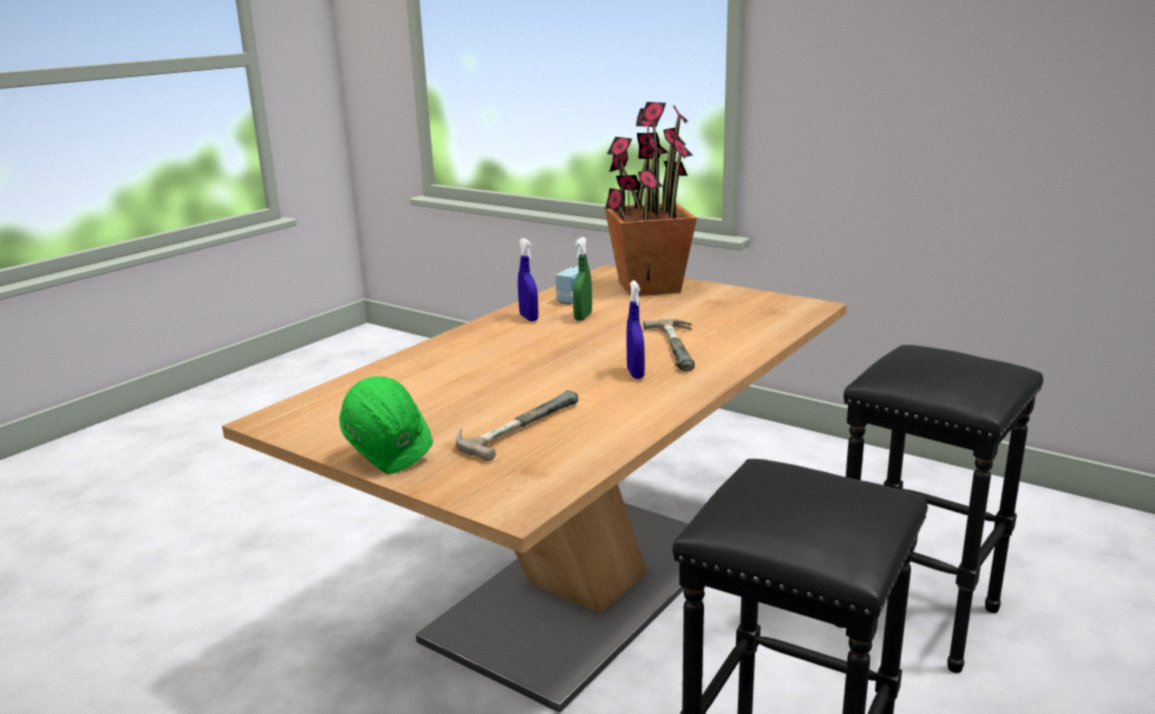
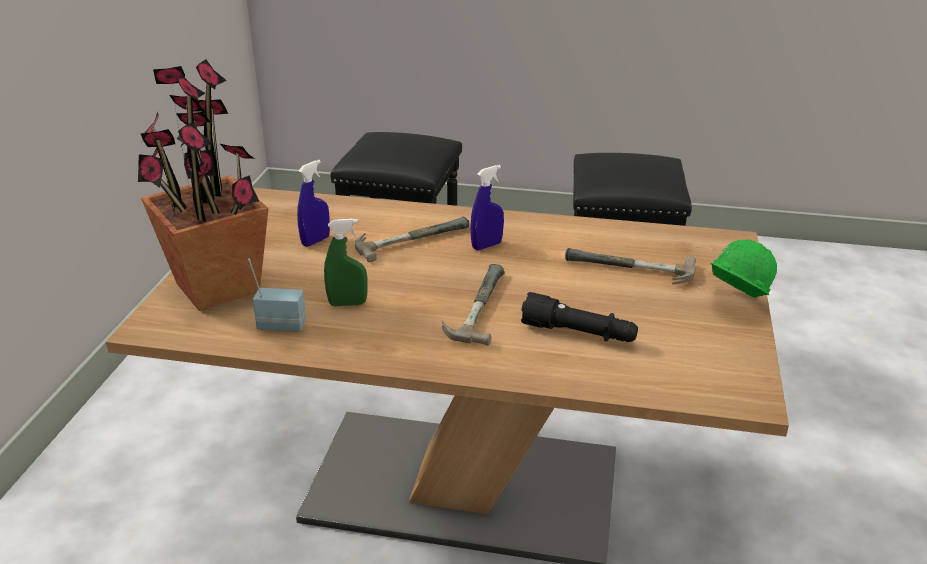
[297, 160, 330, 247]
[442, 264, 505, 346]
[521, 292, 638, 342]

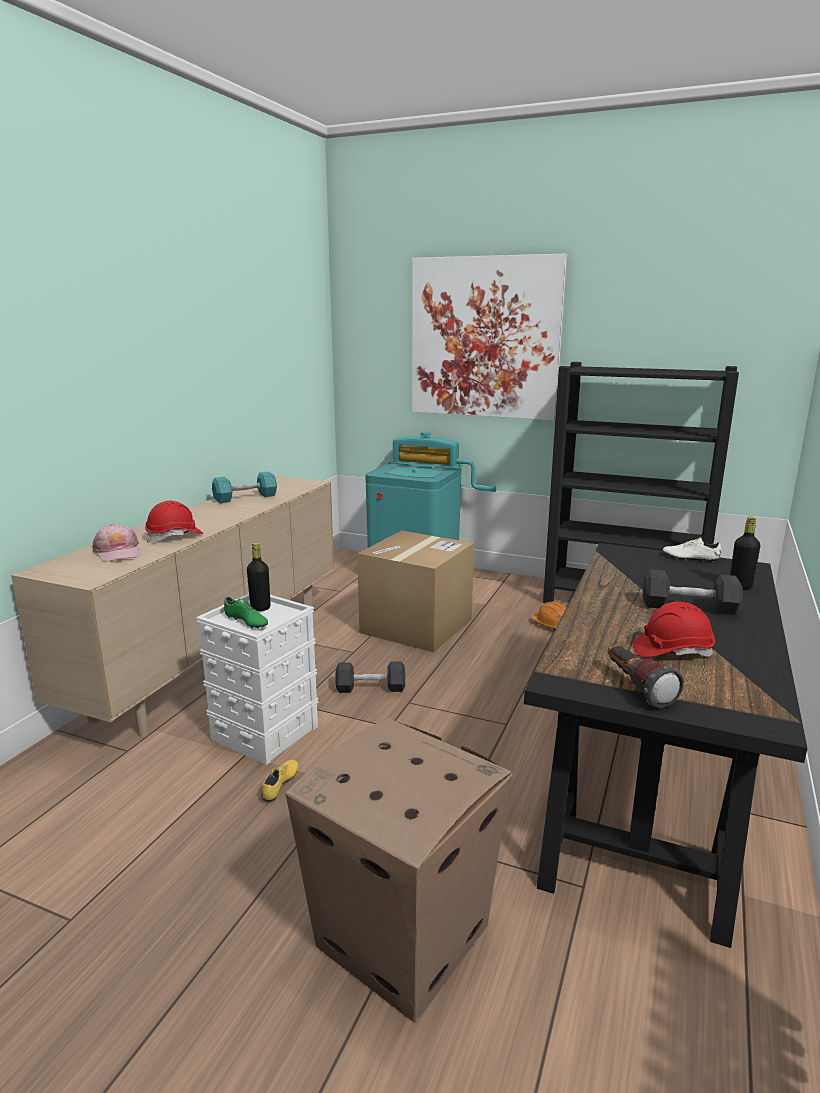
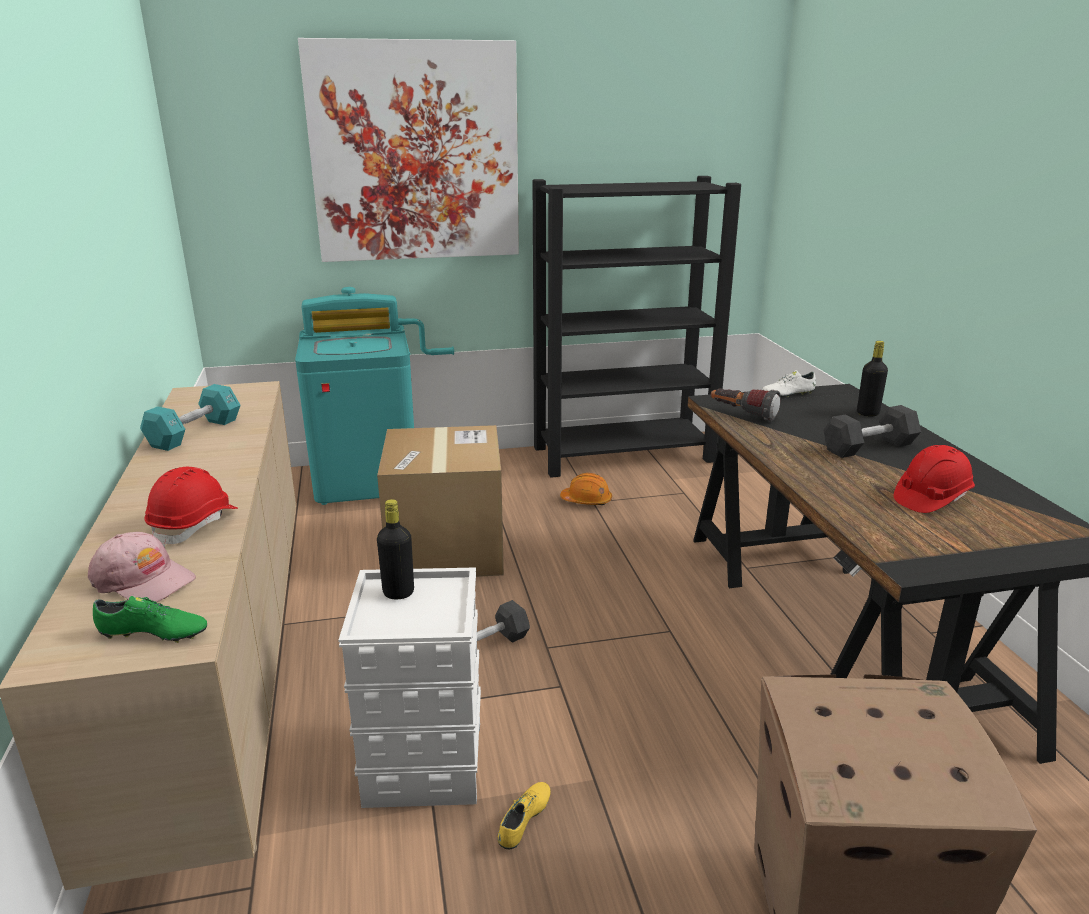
[93, 596, 207, 643]
[711, 388, 781, 421]
[498, 782, 551, 850]

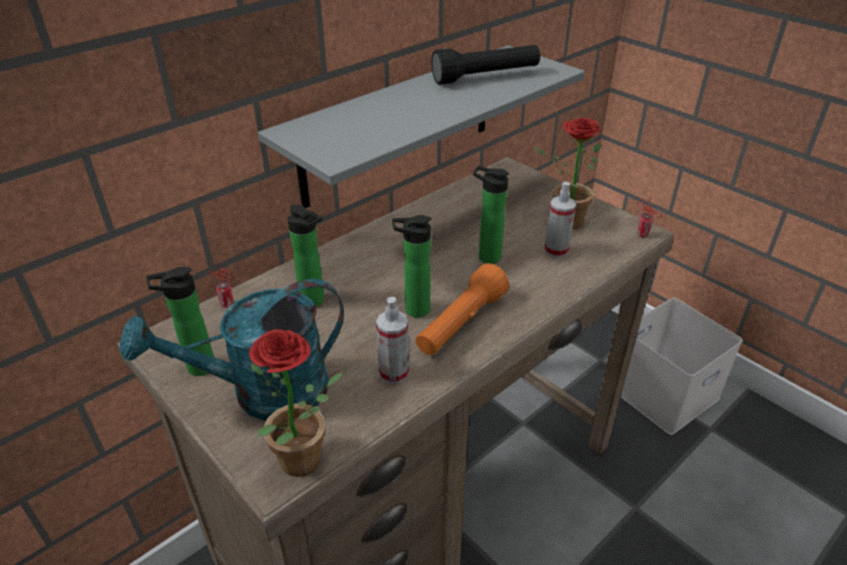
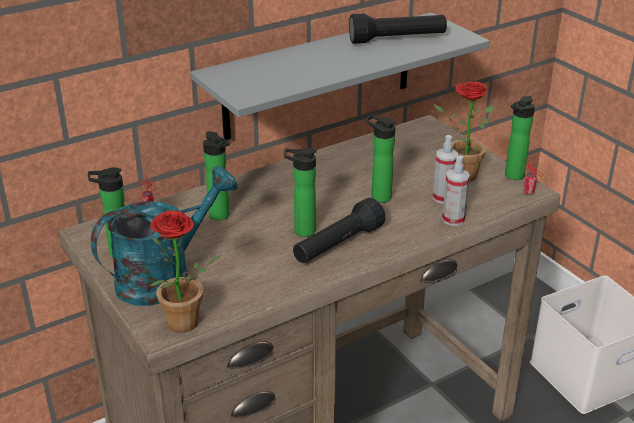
[293, 198, 386, 263]
[91, 166, 238, 306]
[442, 155, 470, 226]
[505, 96, 535, 180]

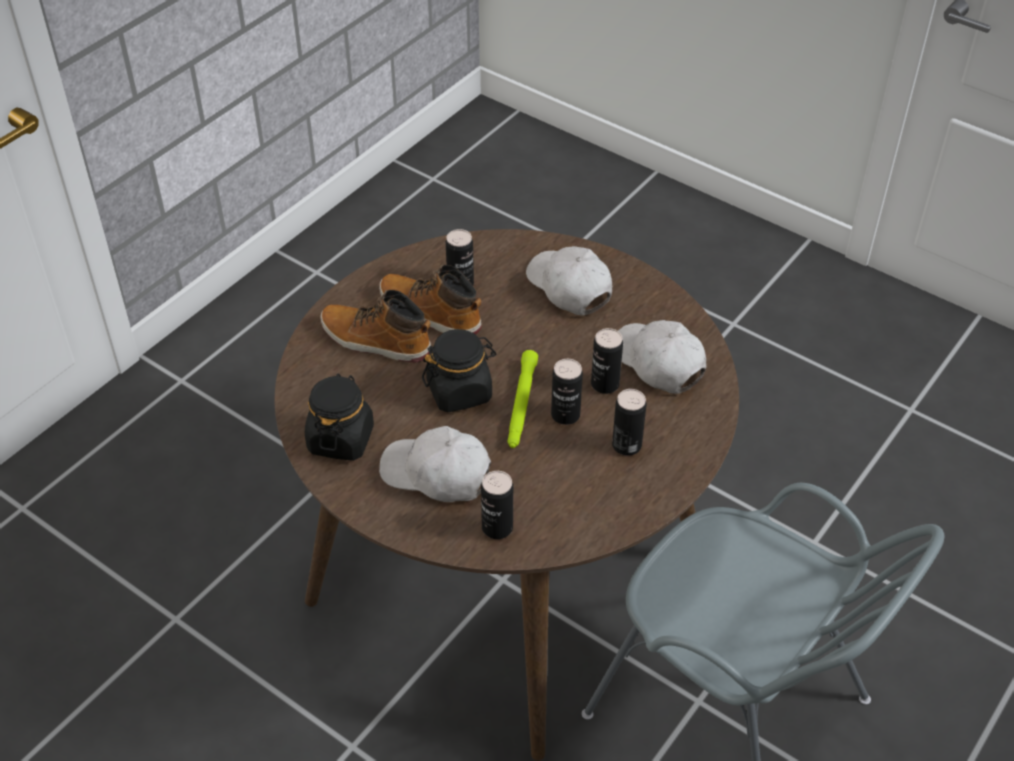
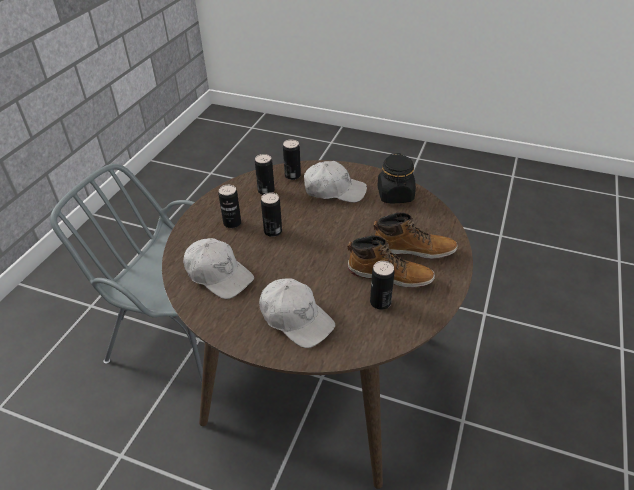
[255, 154, 275, 195]
[422, 329, 497, 413] (first image)
[508, 350, 538, 448] (first image)

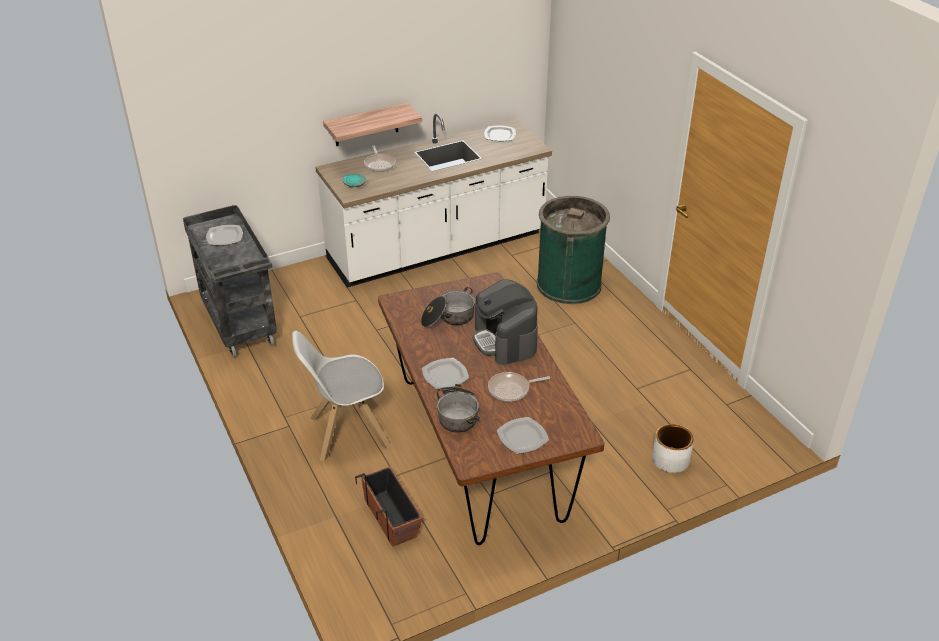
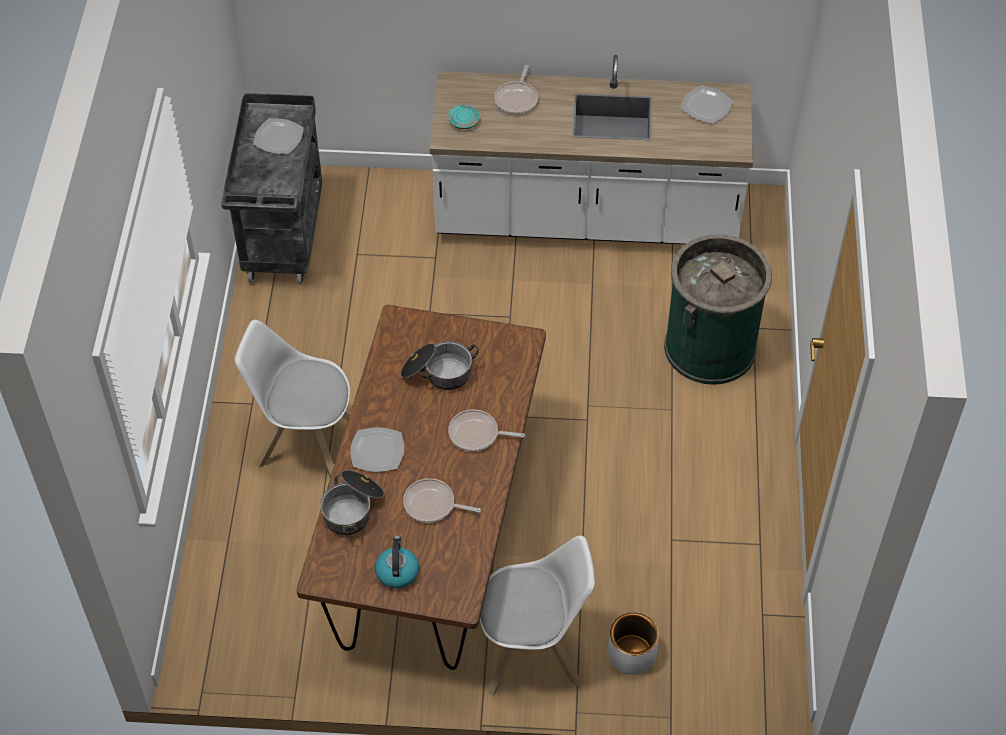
[323, 102, 422, 146] (first image)
[448, 409, 525, 452]
[375, 536, 419, 589]
[355, 467, 423, 547] (first image)
[479, 536, 595, 696]

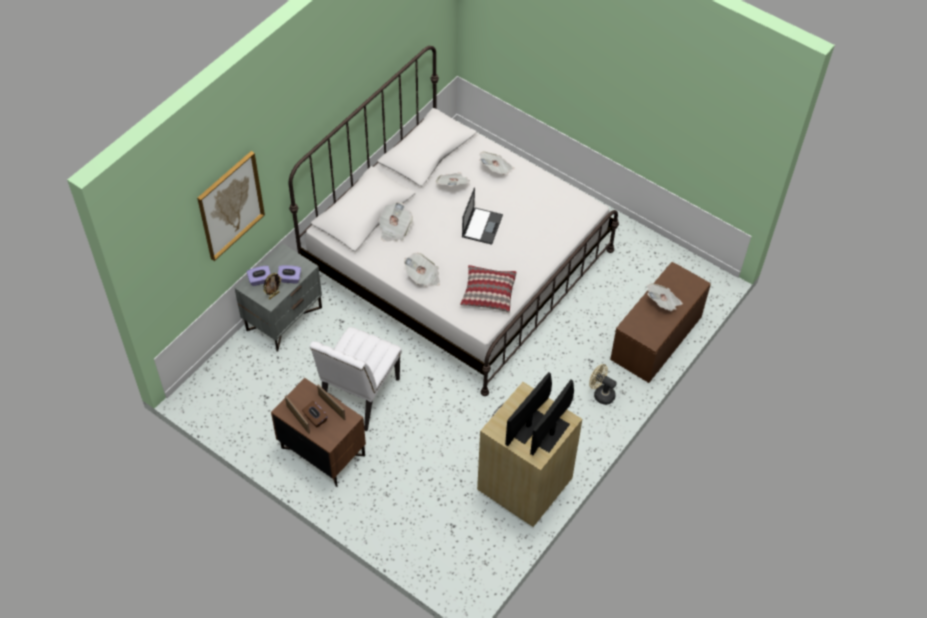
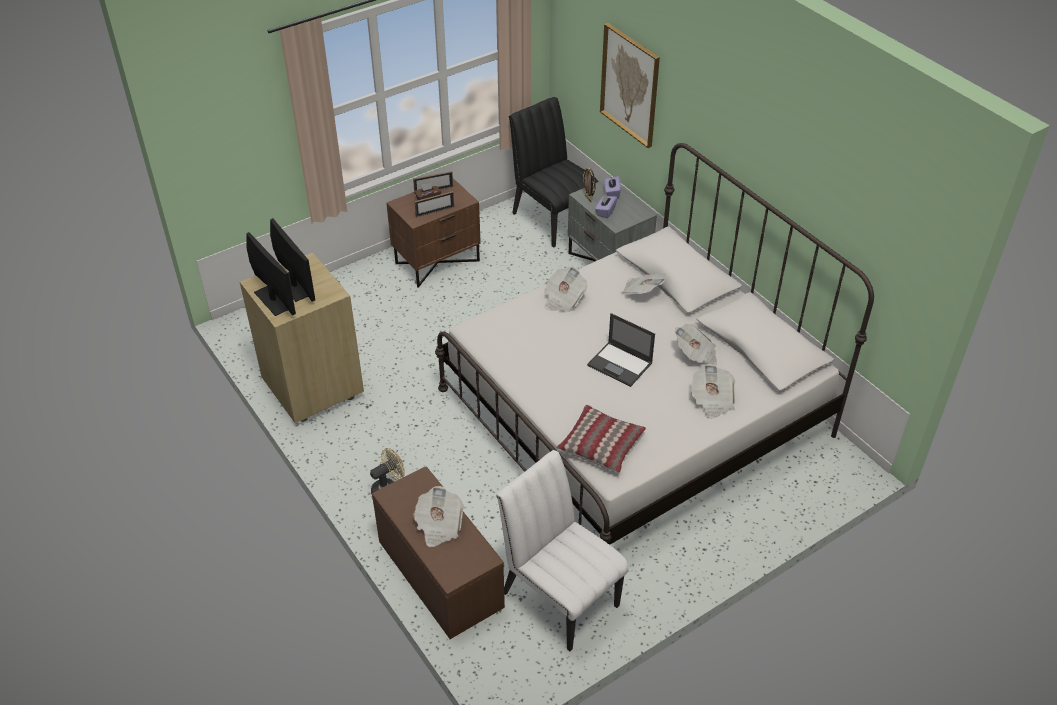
[556, 405, 646, 473]
[496, 450, 628, 651]
[509, 97, 599, 248]

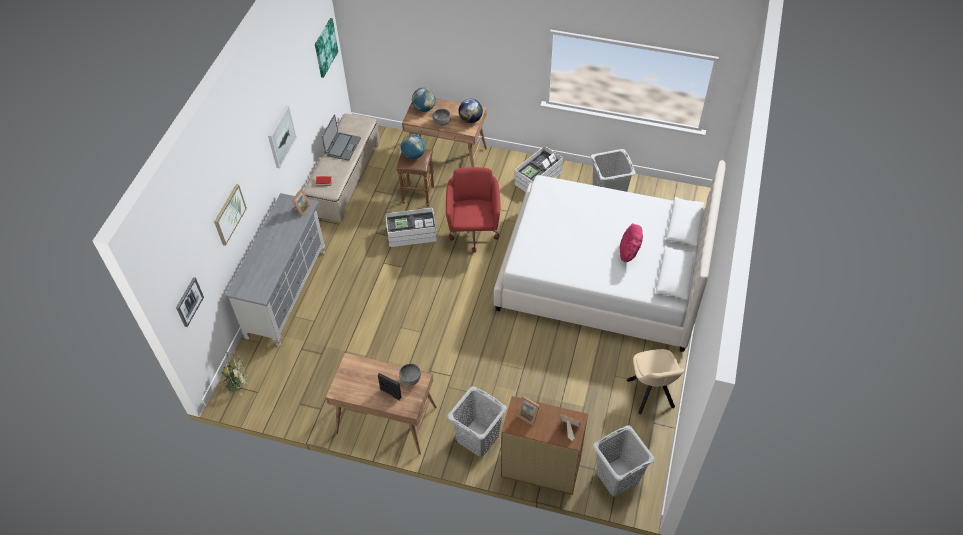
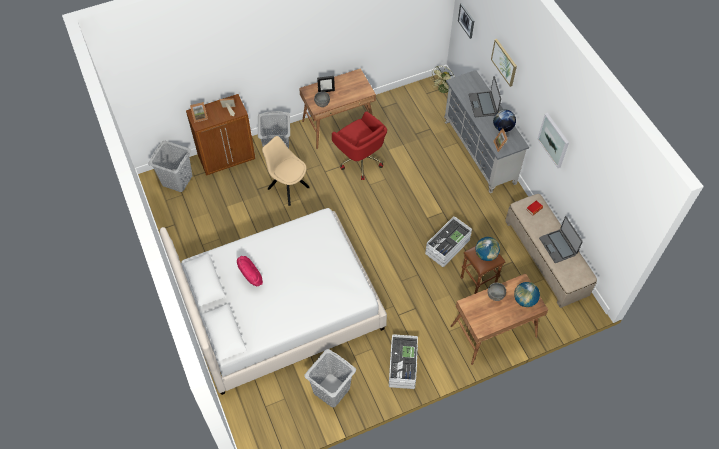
[315, 18, 338, 78] (first image)
[493, 109, 516, 132]
[332, 111, 387, 180]
[262, 136, 309, 206]
[469, 76, 501, 117]

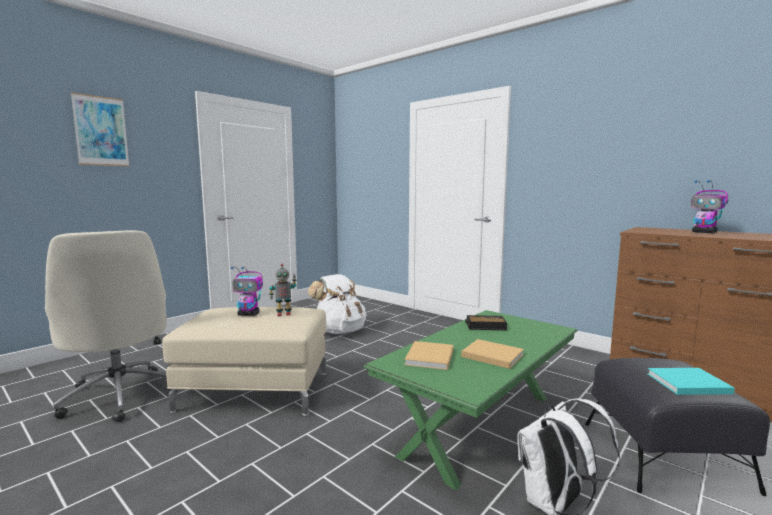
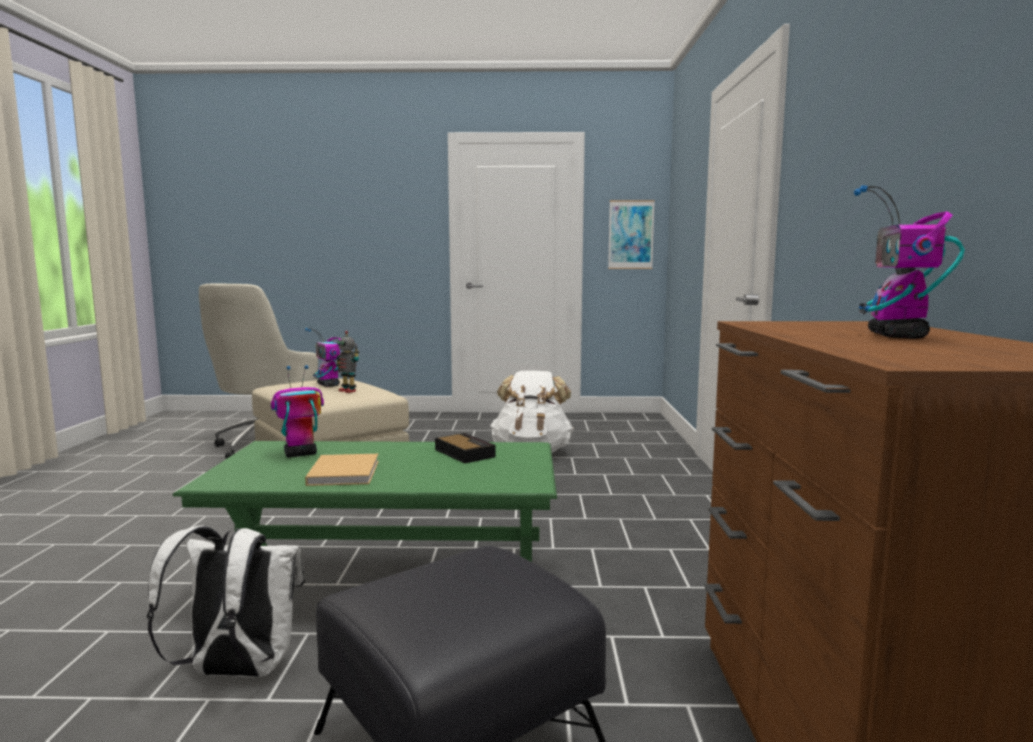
[608, 200, 655, 269]
[271, 365, 324, 457]
[647, 368, 735, 395] (first image)

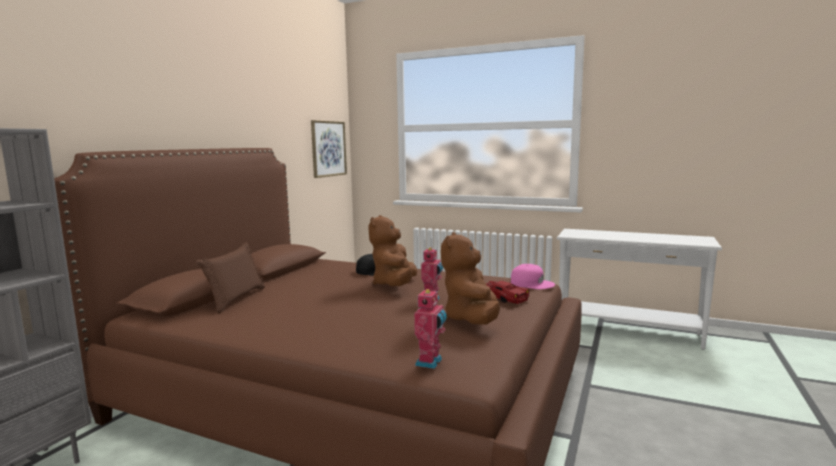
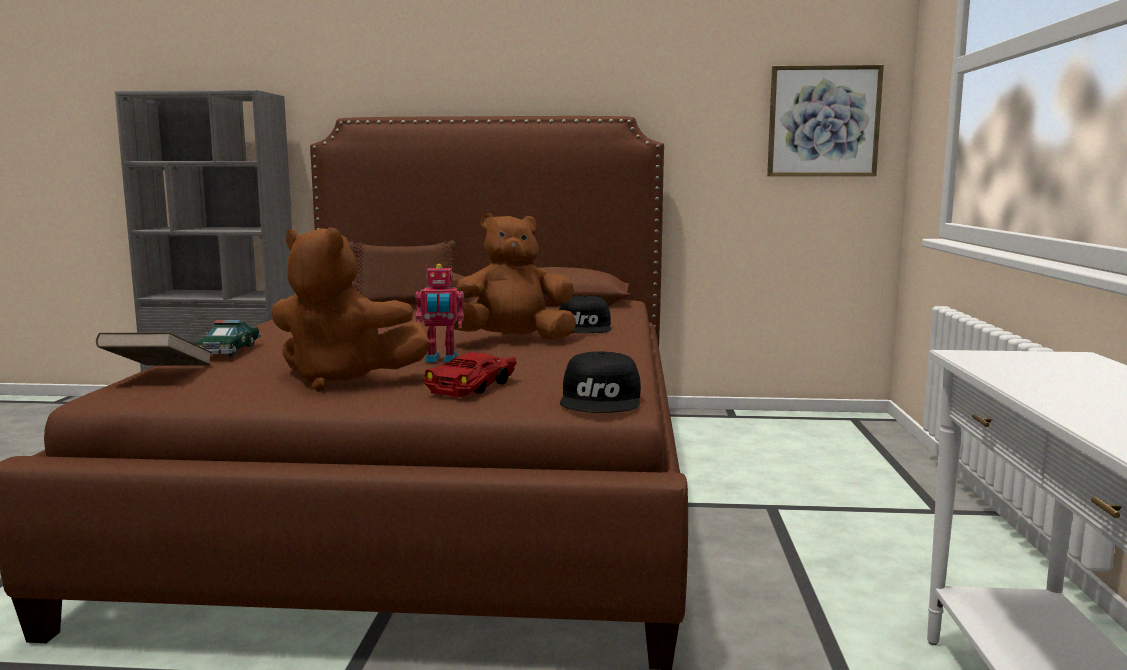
[271, 227, 430, 392]
[560, 351, 641, 413]
[96, 333, 212, 365]
[195, 320, 261, 357]

